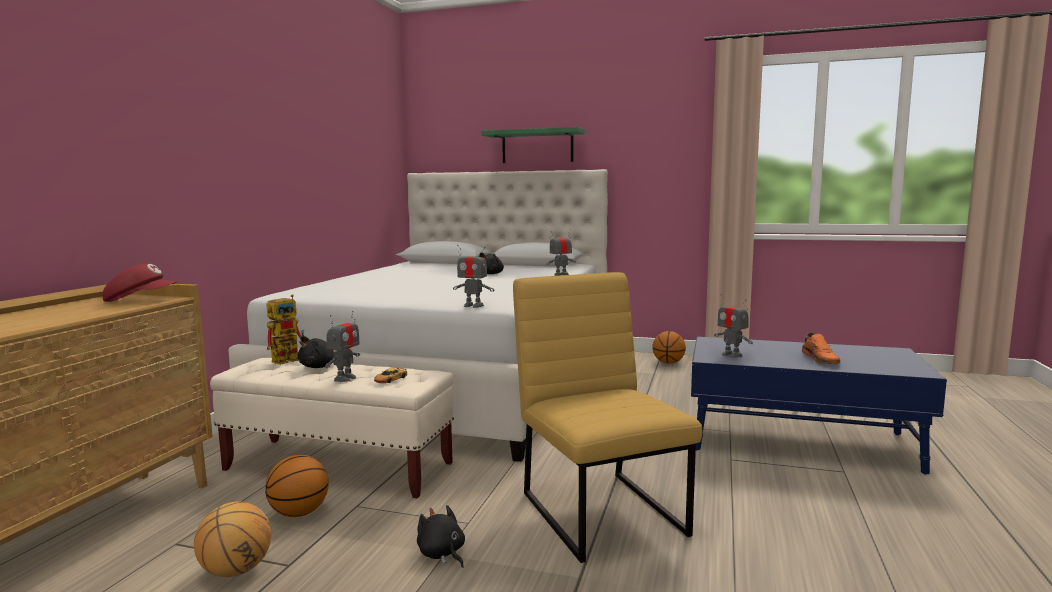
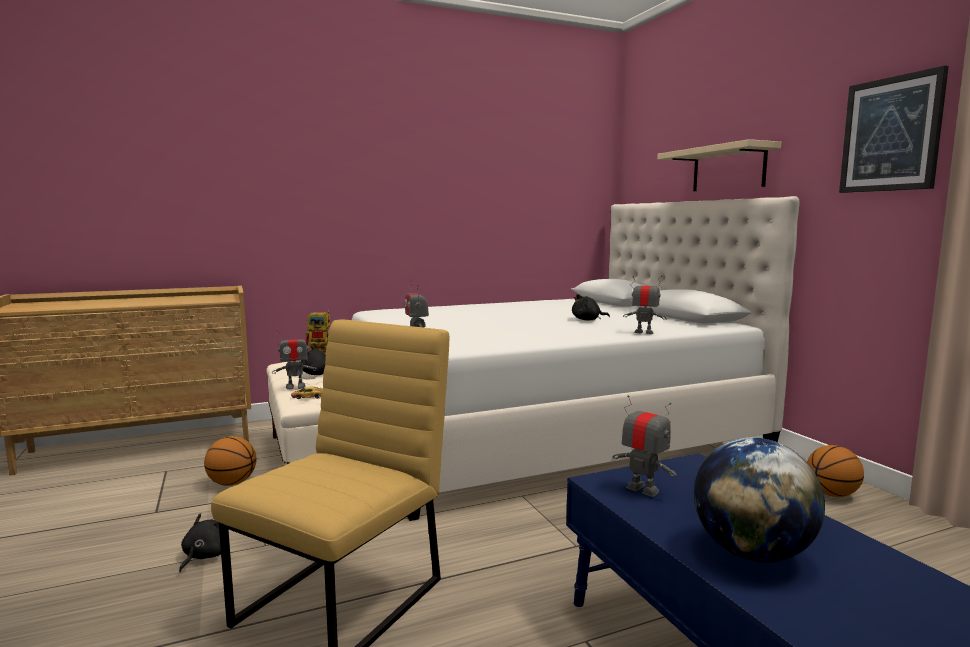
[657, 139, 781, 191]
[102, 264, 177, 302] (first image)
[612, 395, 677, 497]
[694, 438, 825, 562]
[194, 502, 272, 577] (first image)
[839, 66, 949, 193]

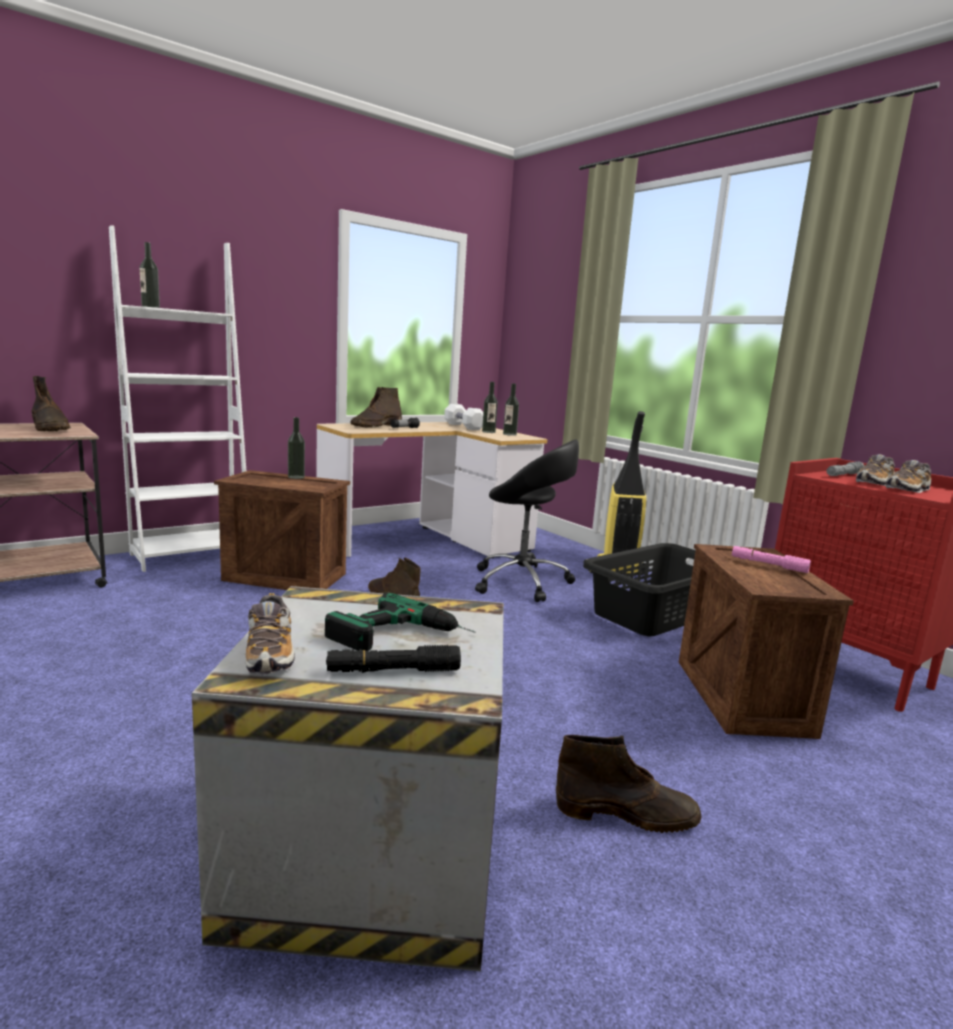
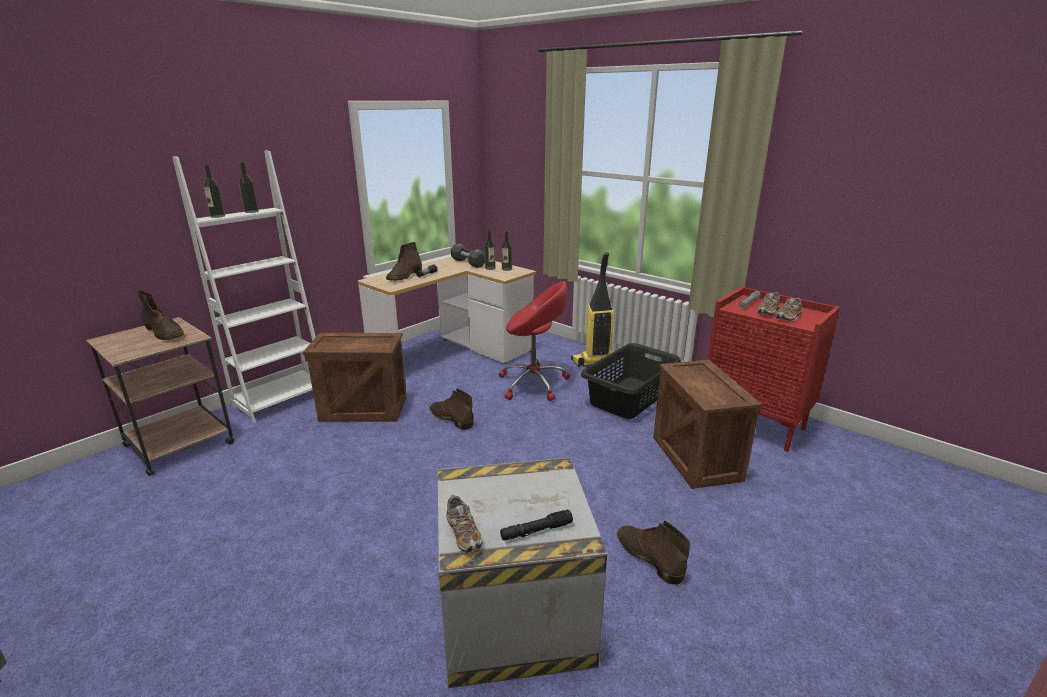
[451, 244, 485, 268]
[239, 162, 259, 213]
[499, 281, 570, 401]
[732, 546, 811, 573] (first image)
[325, 592, 476, 651] (first image)
[617, 520, 690, 585]

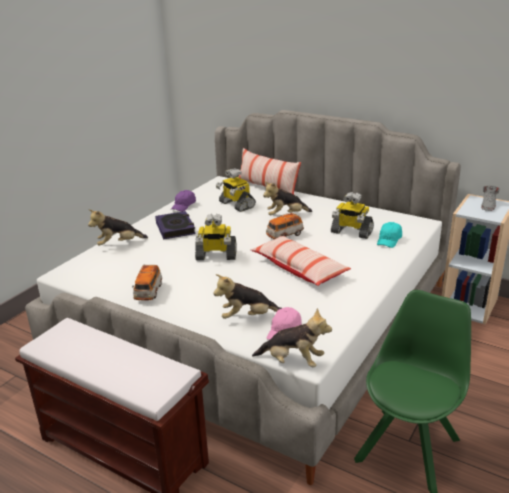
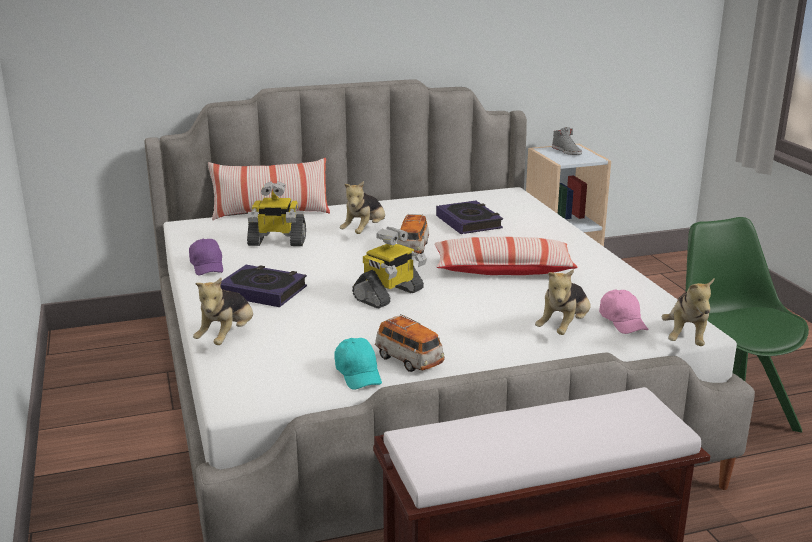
[436, 201, 503, 234]
[334, 338, 382, 390]
[662, 279, 714, 346]

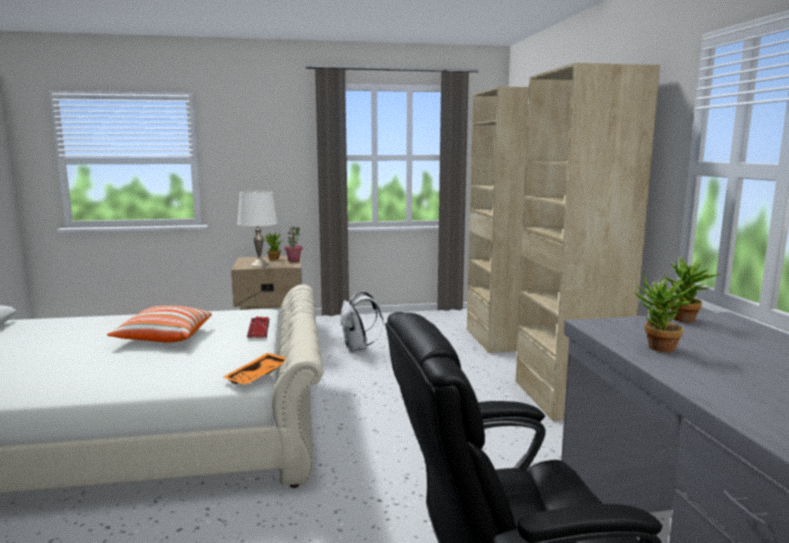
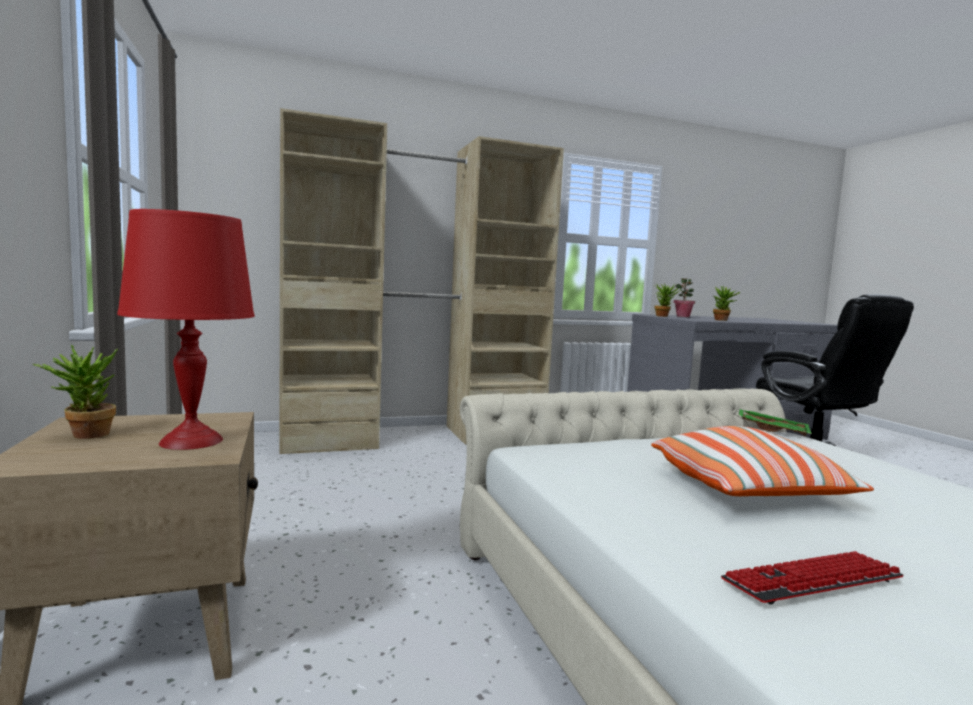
[117, 209, 255, 450]
[674, 278, 695, 317]
[340, 291, 383, 351] (first image)
[721, 551, 904, 605]
[739, 409, 812, 436]

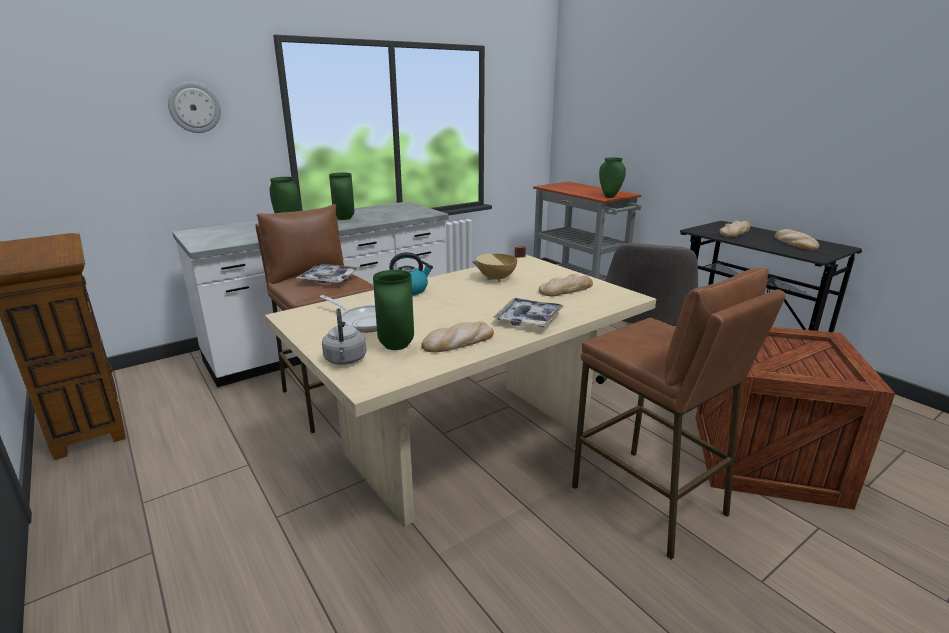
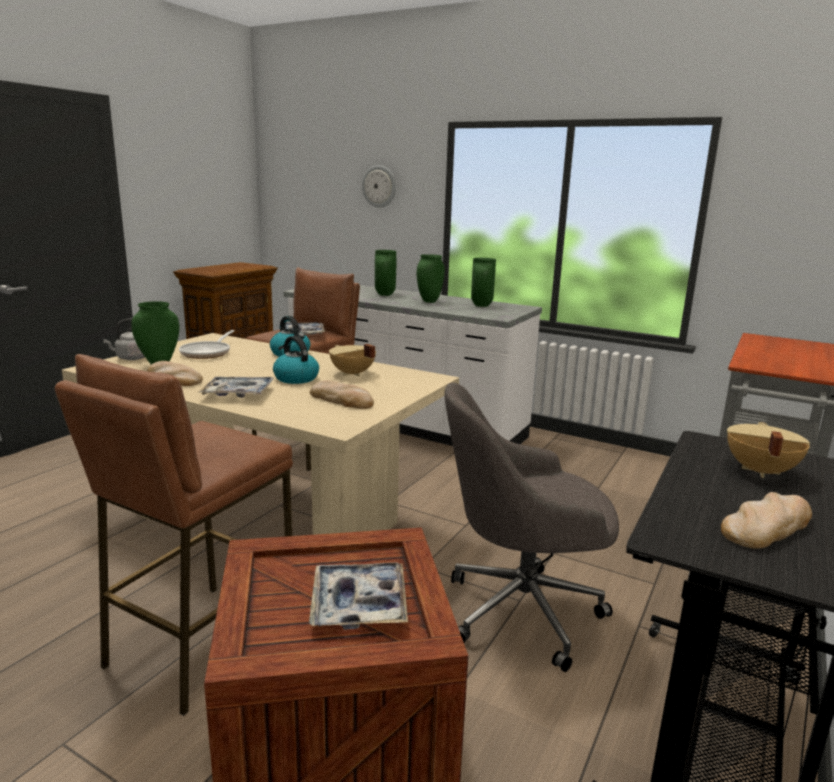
[471, 258, 496, 307]
[727, 422, 810, 478]
[273, 336, 319, 384]
[309, 562, 408, 630]

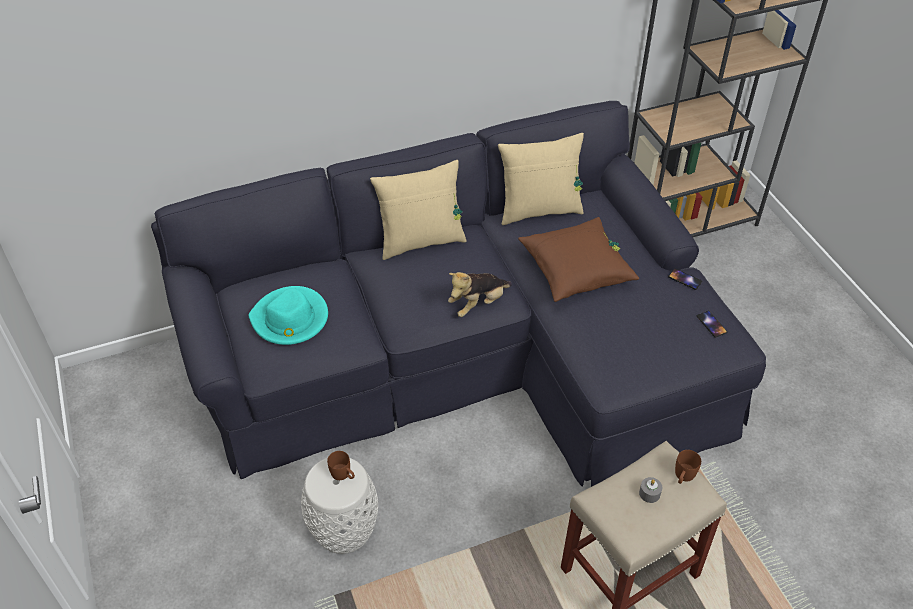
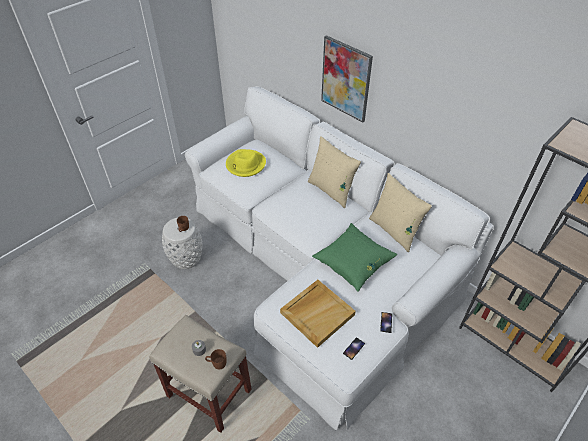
[185, 86, 494, 431]
[312, 223, 397, 292]
[448, 272, 512, 317] (first image)
[226, 149, 266, 177]
[321, 35, 373, 122]
[280, 280, 356, 348]

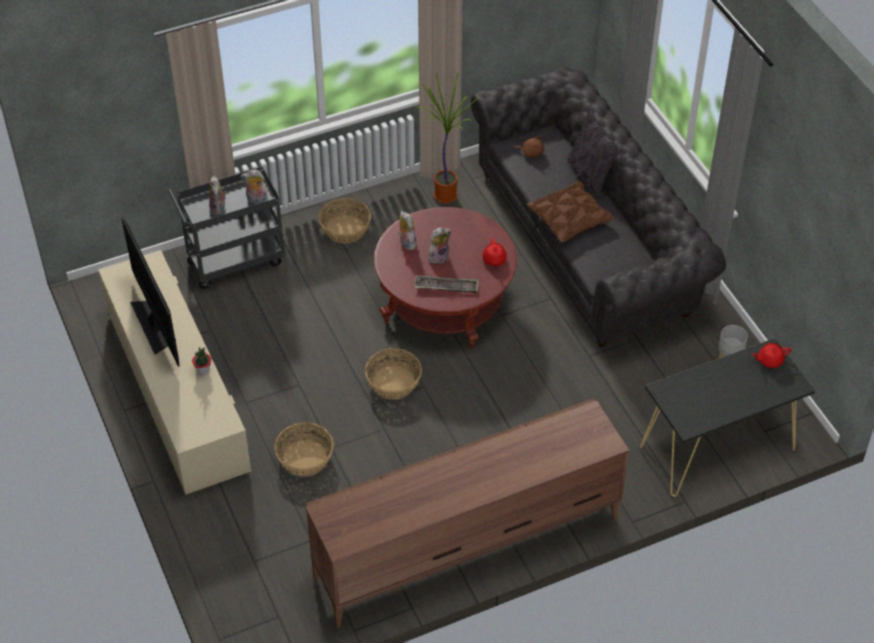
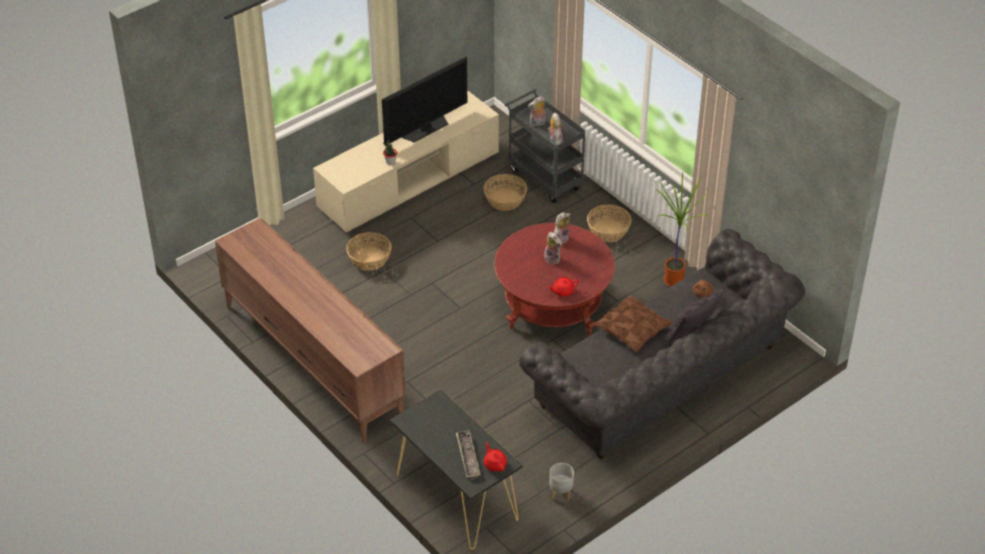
[456, 430, 481, 479]
[483, 174, 527, 211]

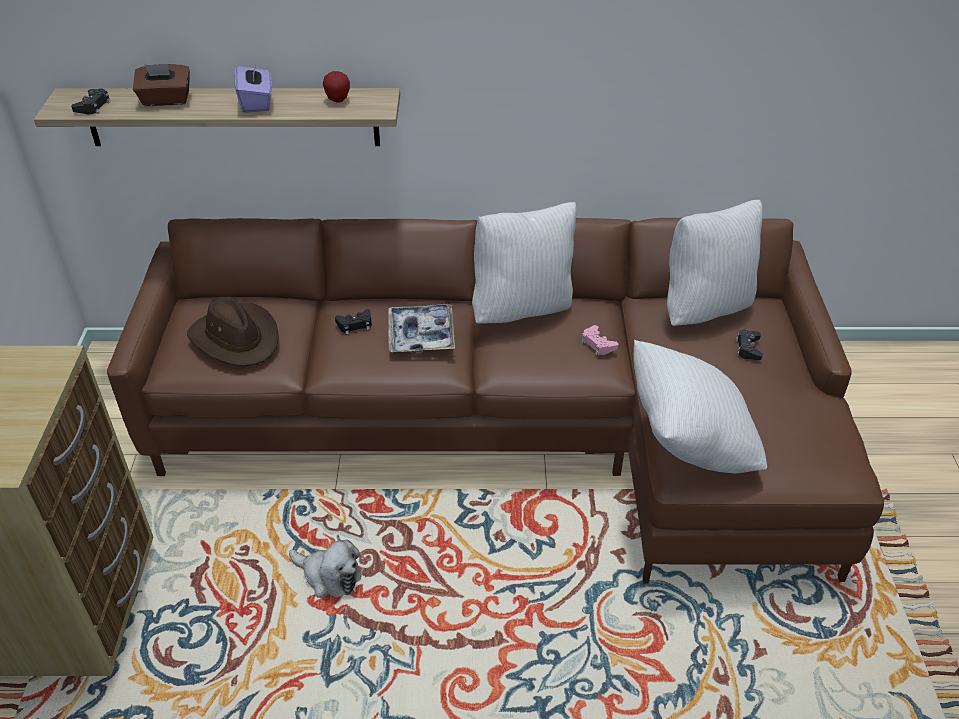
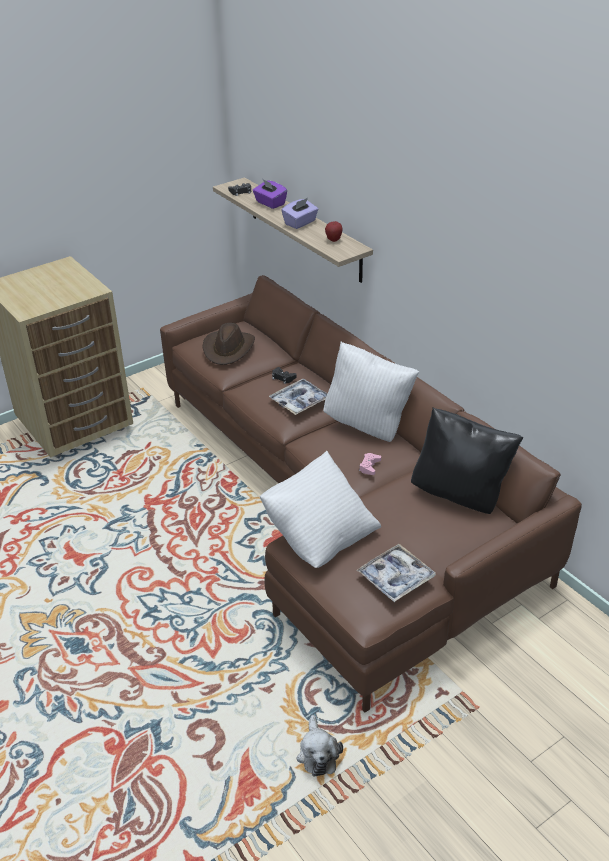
[253, 178, 287, 209]
[411, 407, 523, 514]
[736, 330, 763, 360] (first image)
[297, 715, 343, 776]
[356, 544, 436, 602]

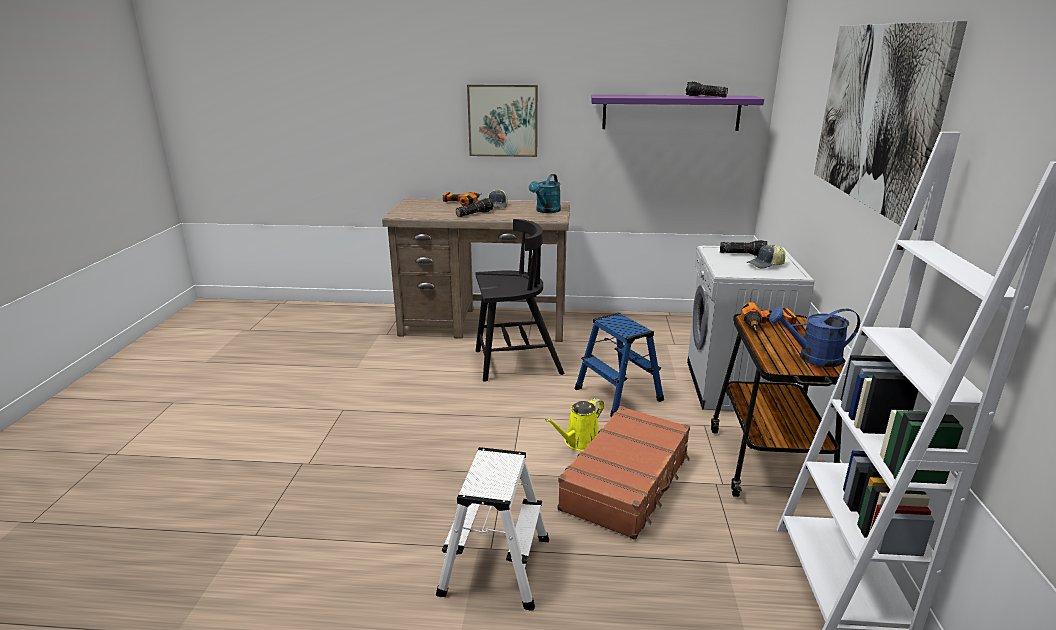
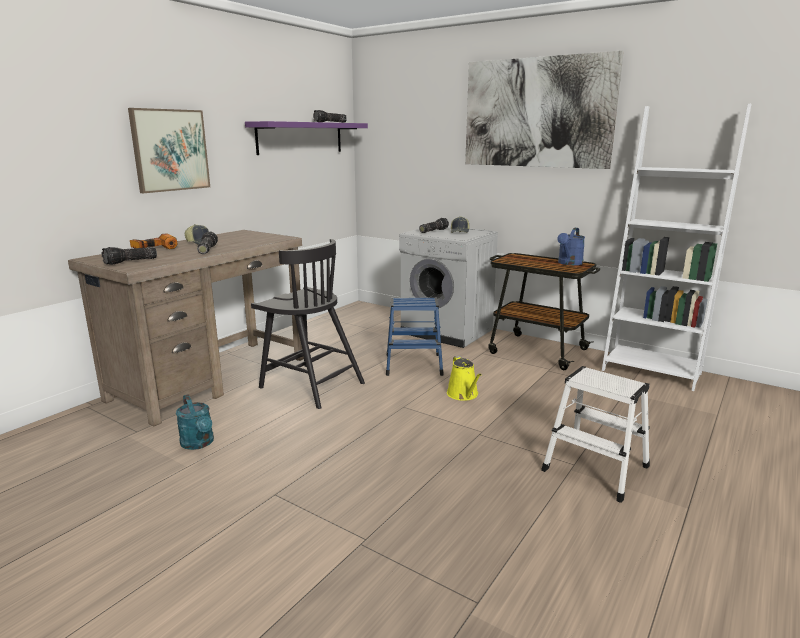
[176, 394, 214, 450]
[251, 239, 365, 409]
[741, 302, 797, 331] (first image)
[557, 406, 690, 540] (first image)
[102, 247, 157, 265]

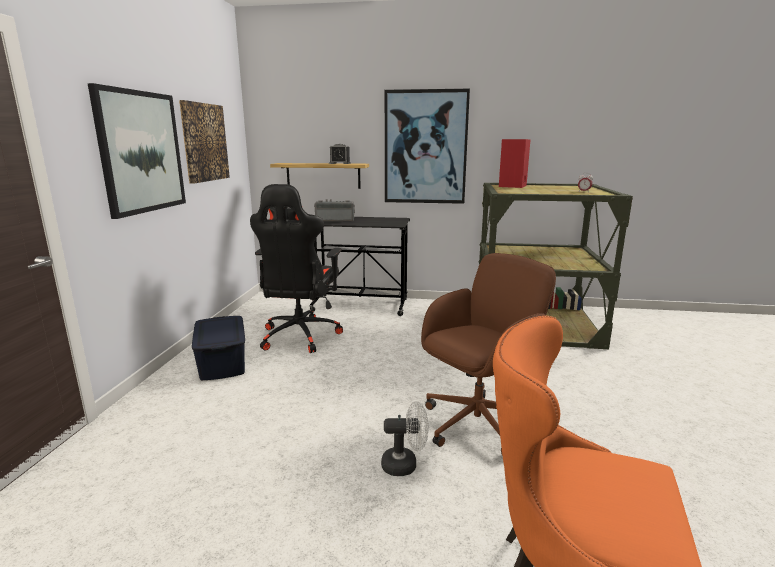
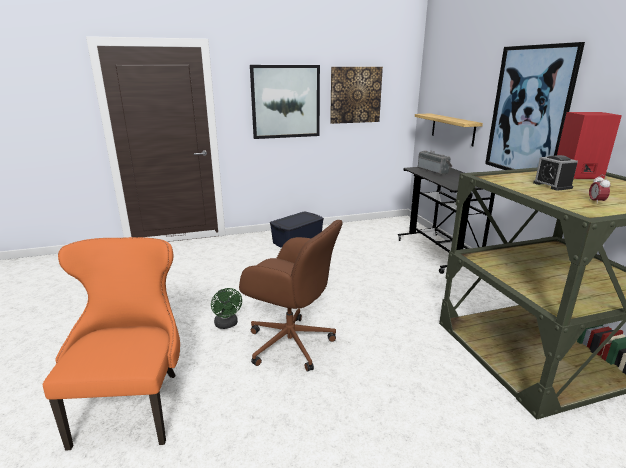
[533, 155, 578, 191]
[250, 184, 343, 353] (first image)
[211, 288, 242, 329]

